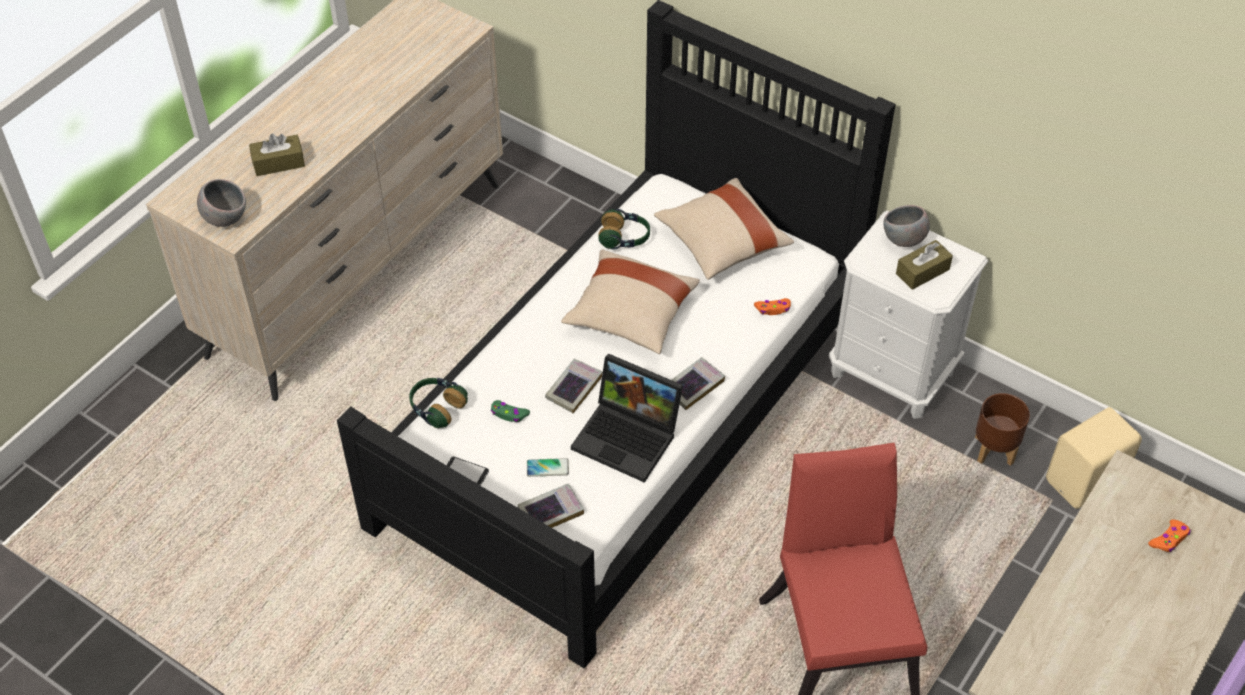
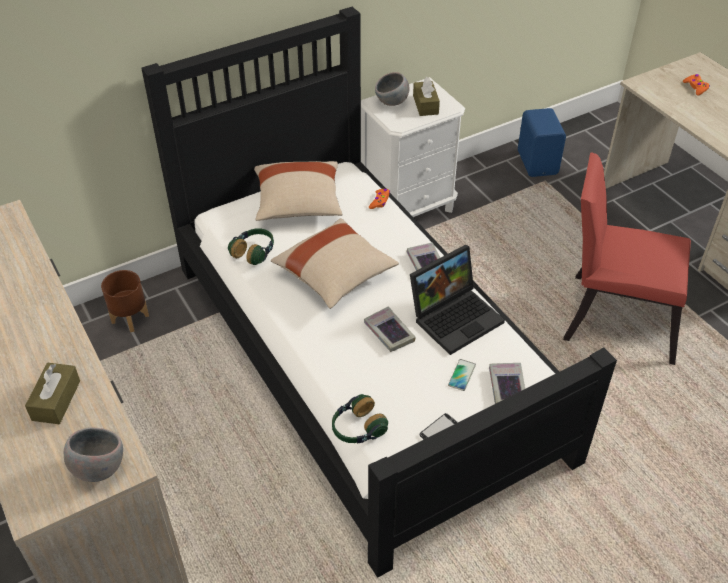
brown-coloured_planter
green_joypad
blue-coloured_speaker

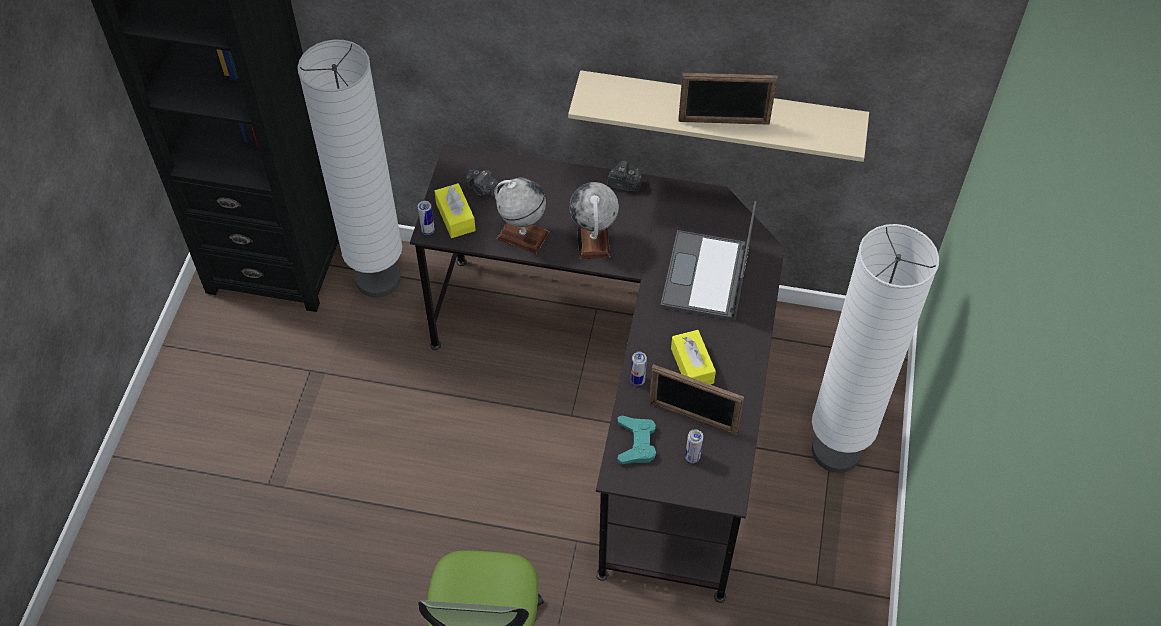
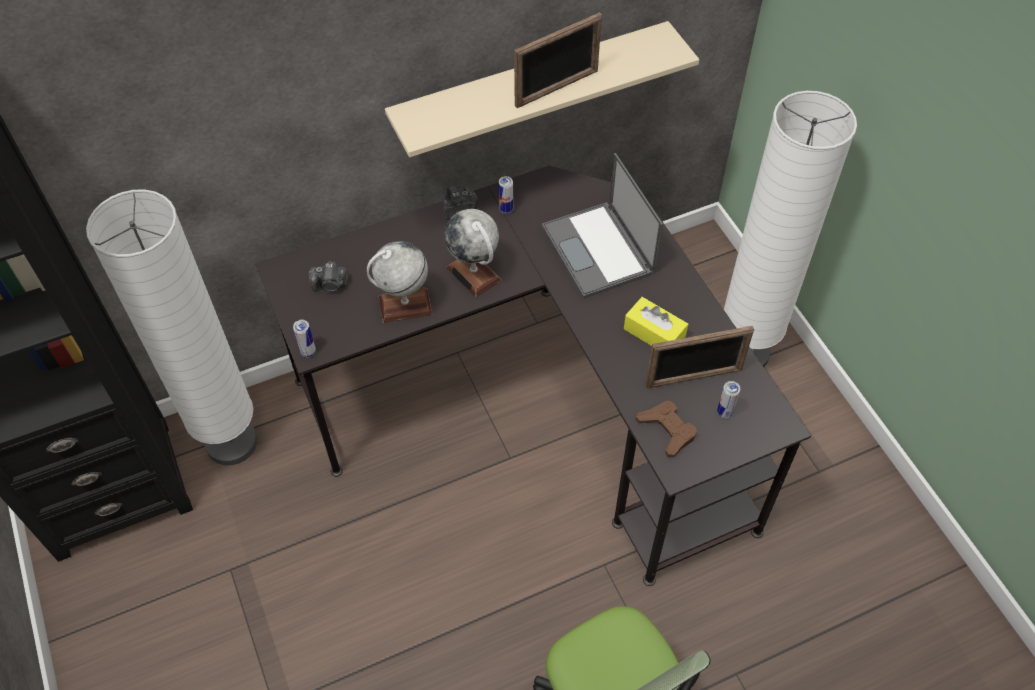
yellow_tissue_box (1st from left in the first image)
metal_can (2nd from left)
brown-coloured_joypad

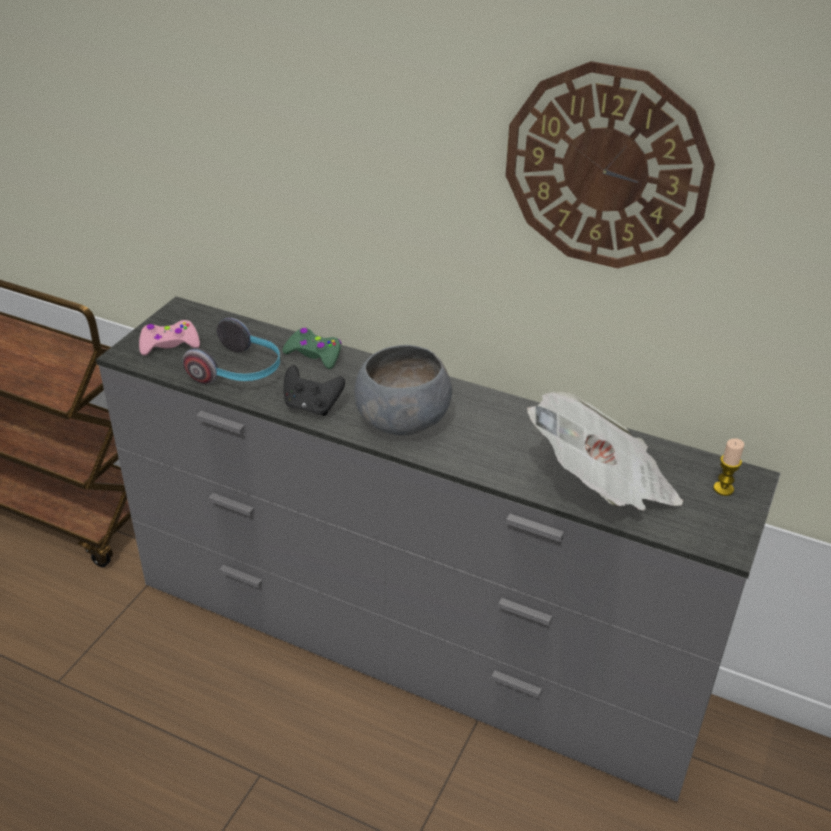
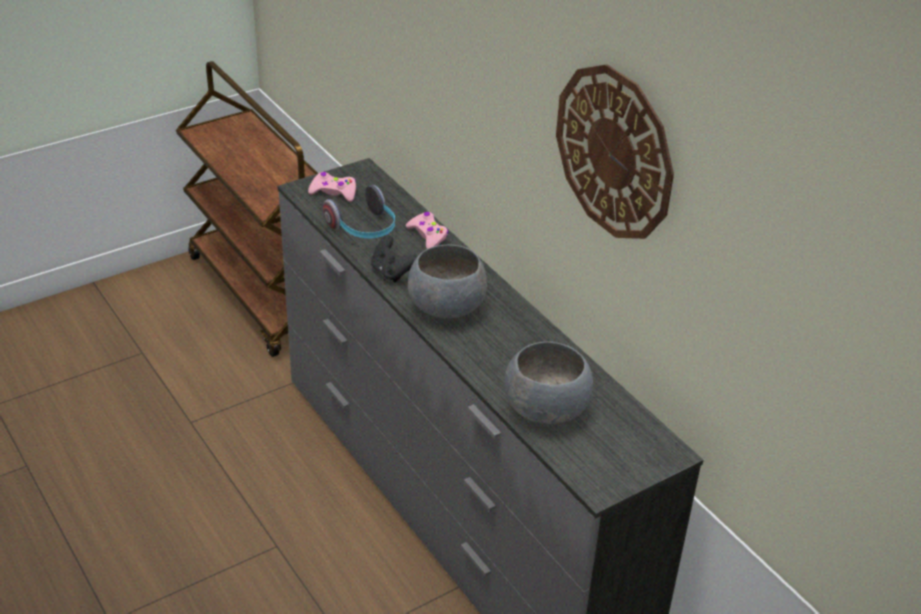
pink-coloured_joypad (2nd from left)
greyish_serving_bowl (2nd from left)
candle

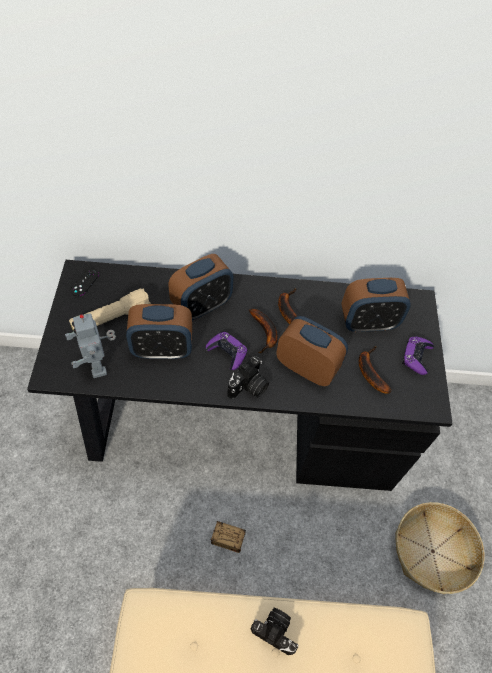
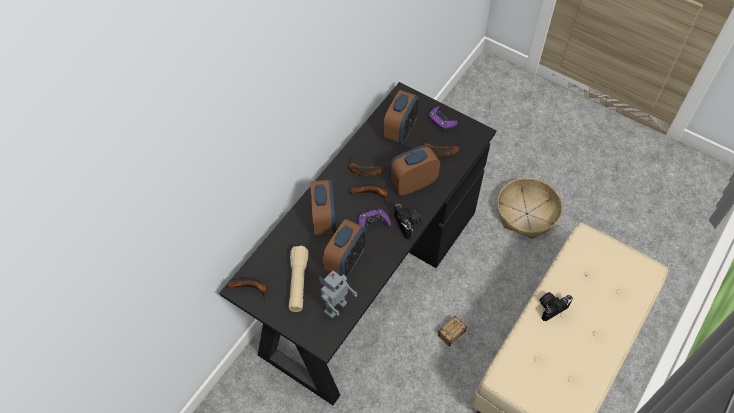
banana_fruit (1st from left)
robot_figure

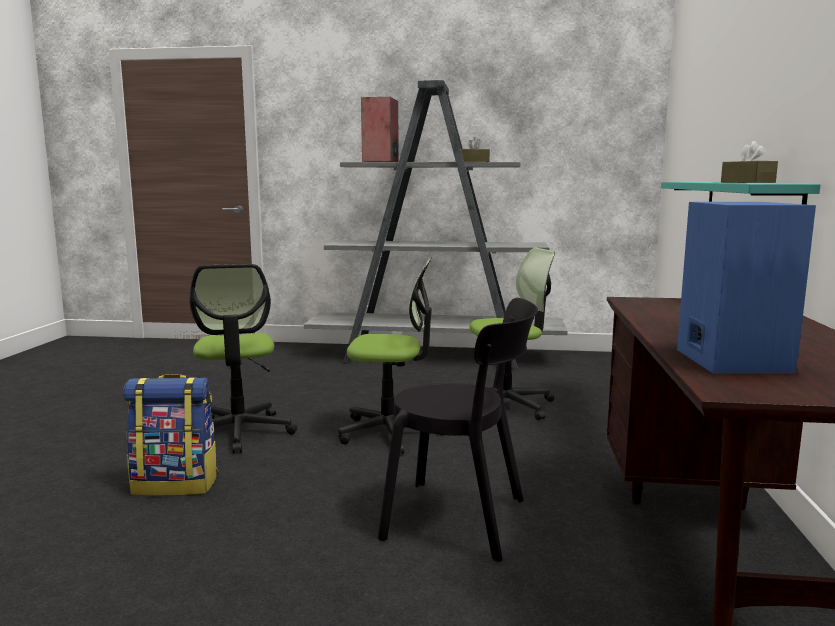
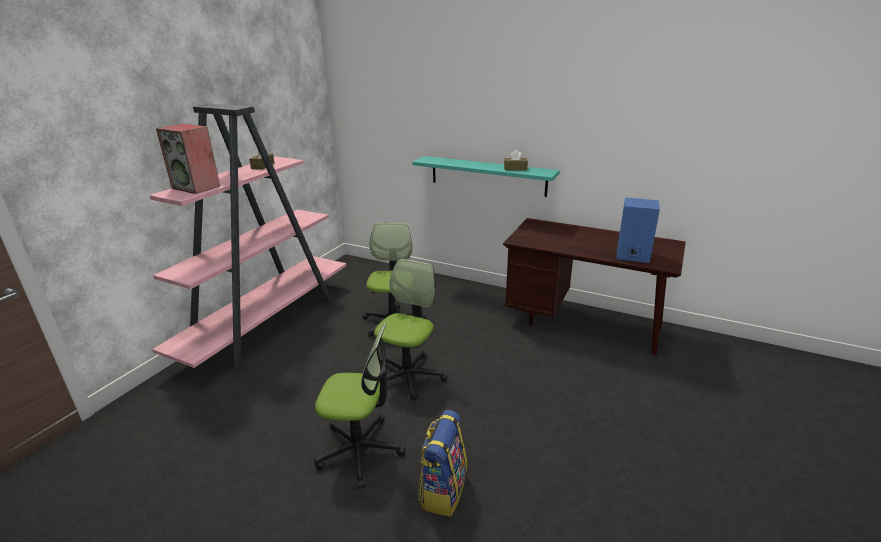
pink-coloured_shelving_unit
blackish_plain_chair

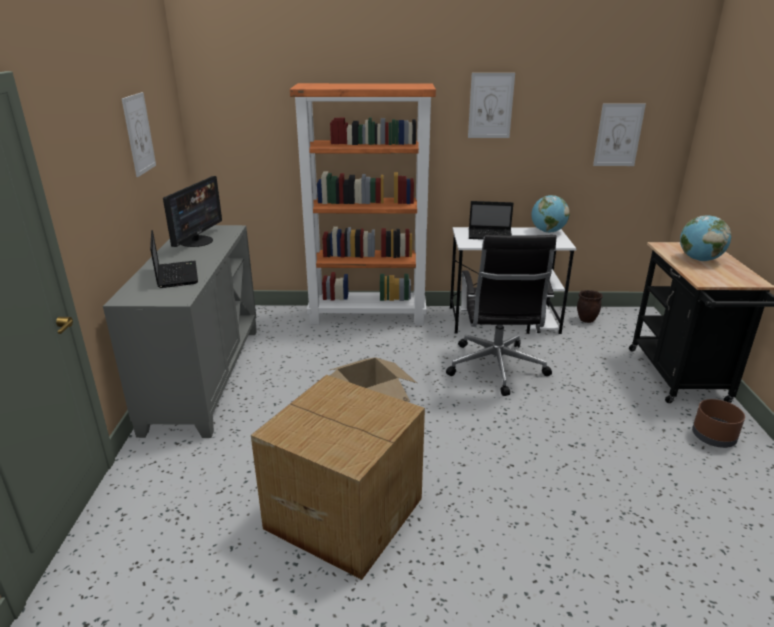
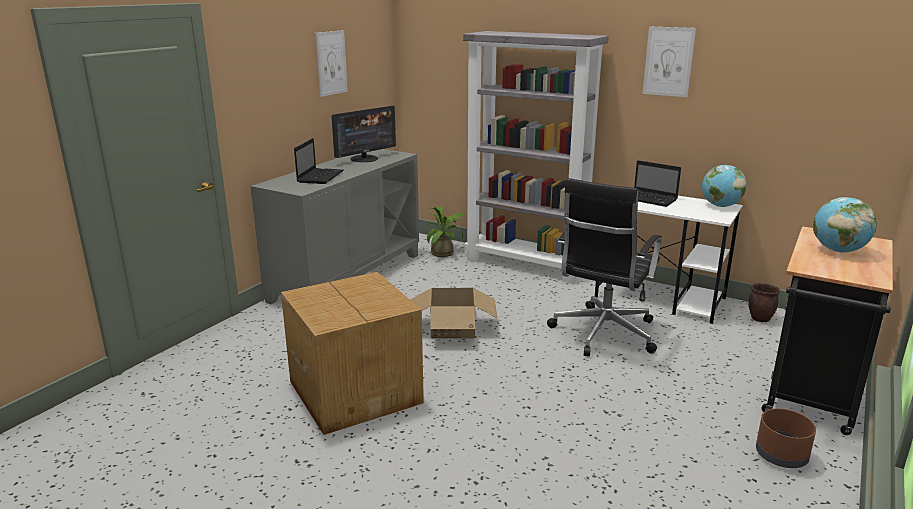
greyish_shelving_unit
wall_picture (3rd from left in the first image)
potted_plant

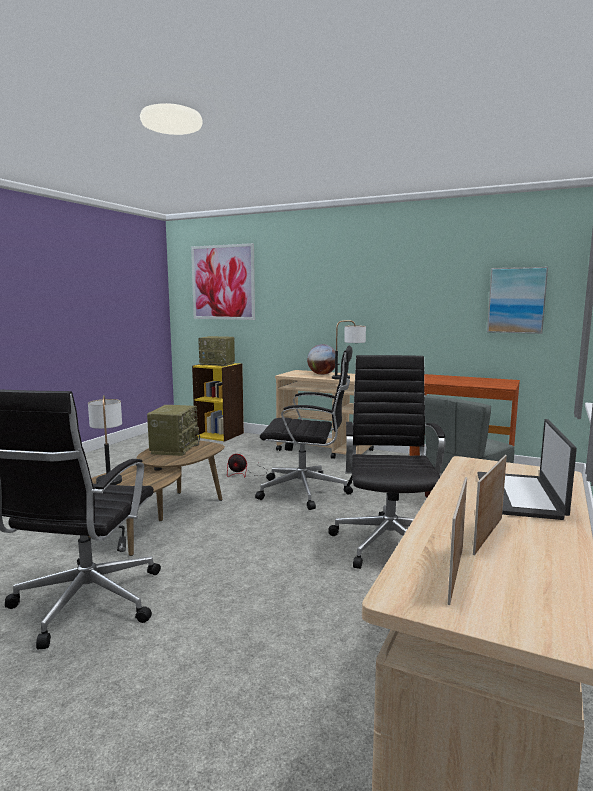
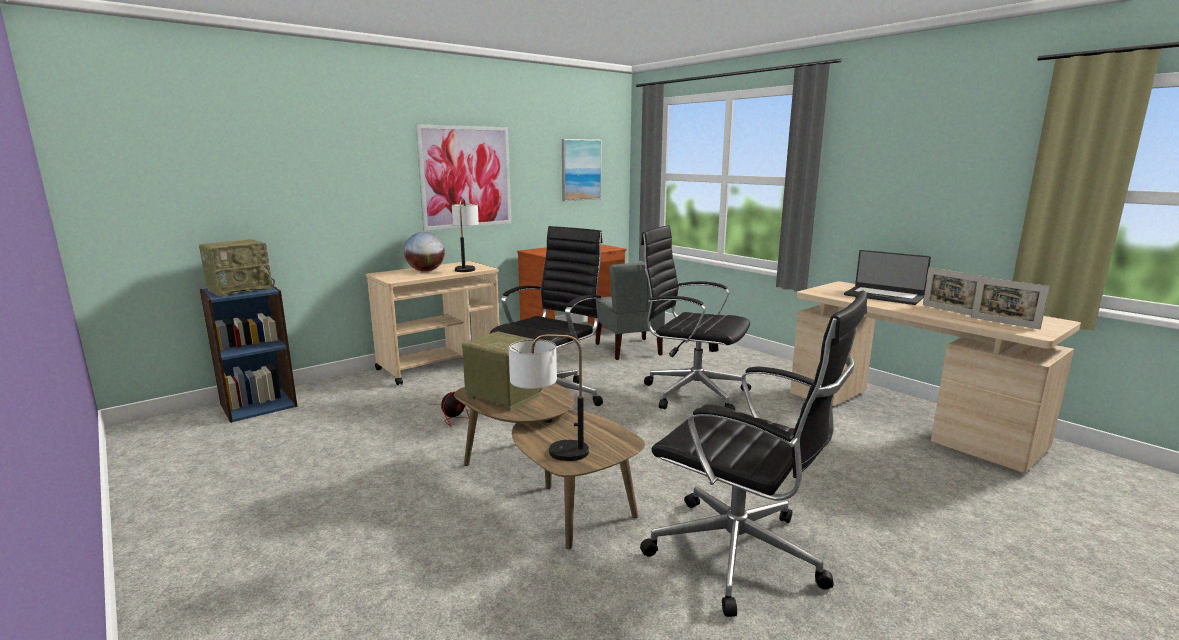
wall_picture (1st from left)
blue-coloured_shelving_unit

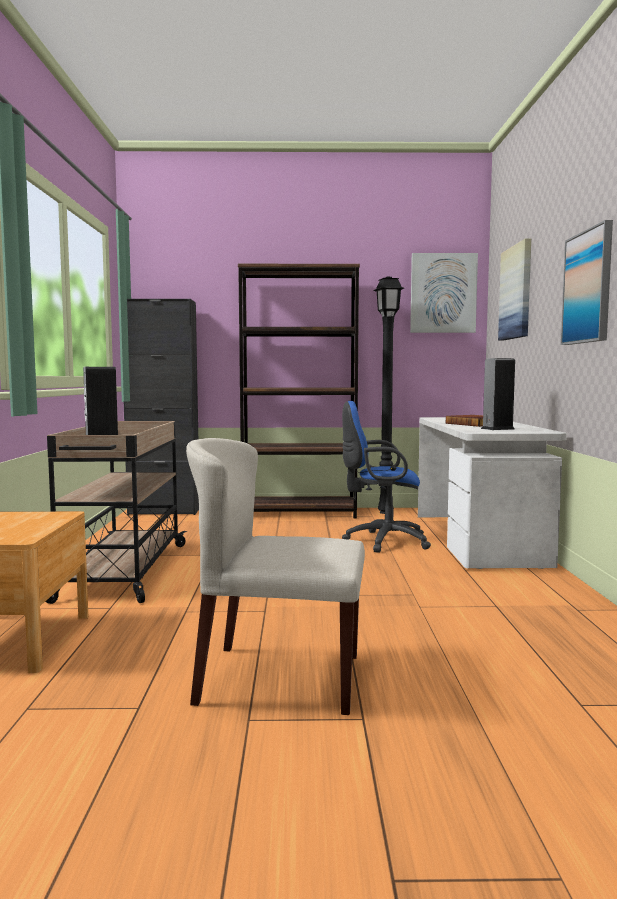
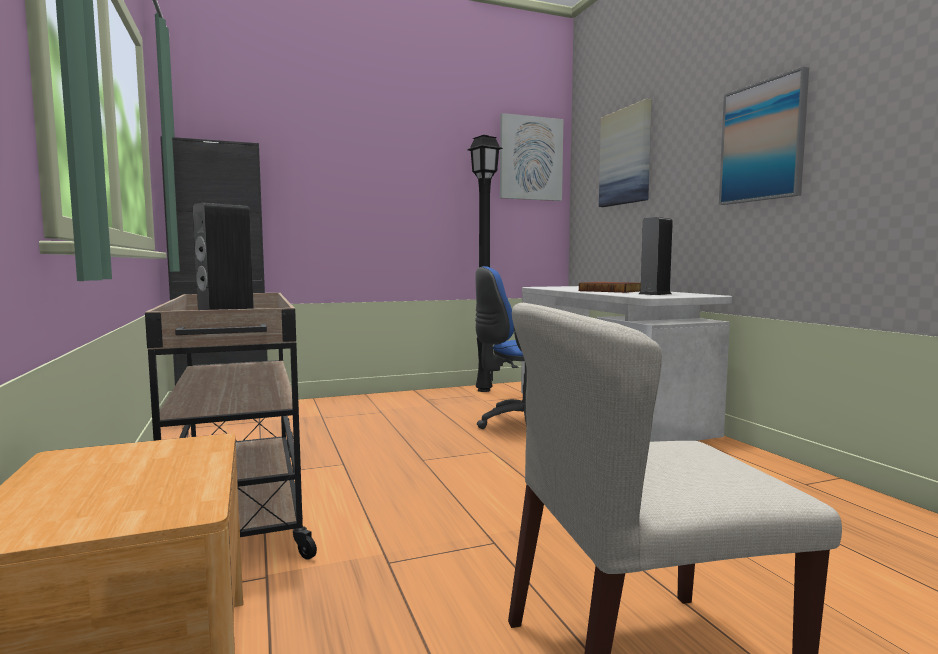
brown-coloured_shelving_unit

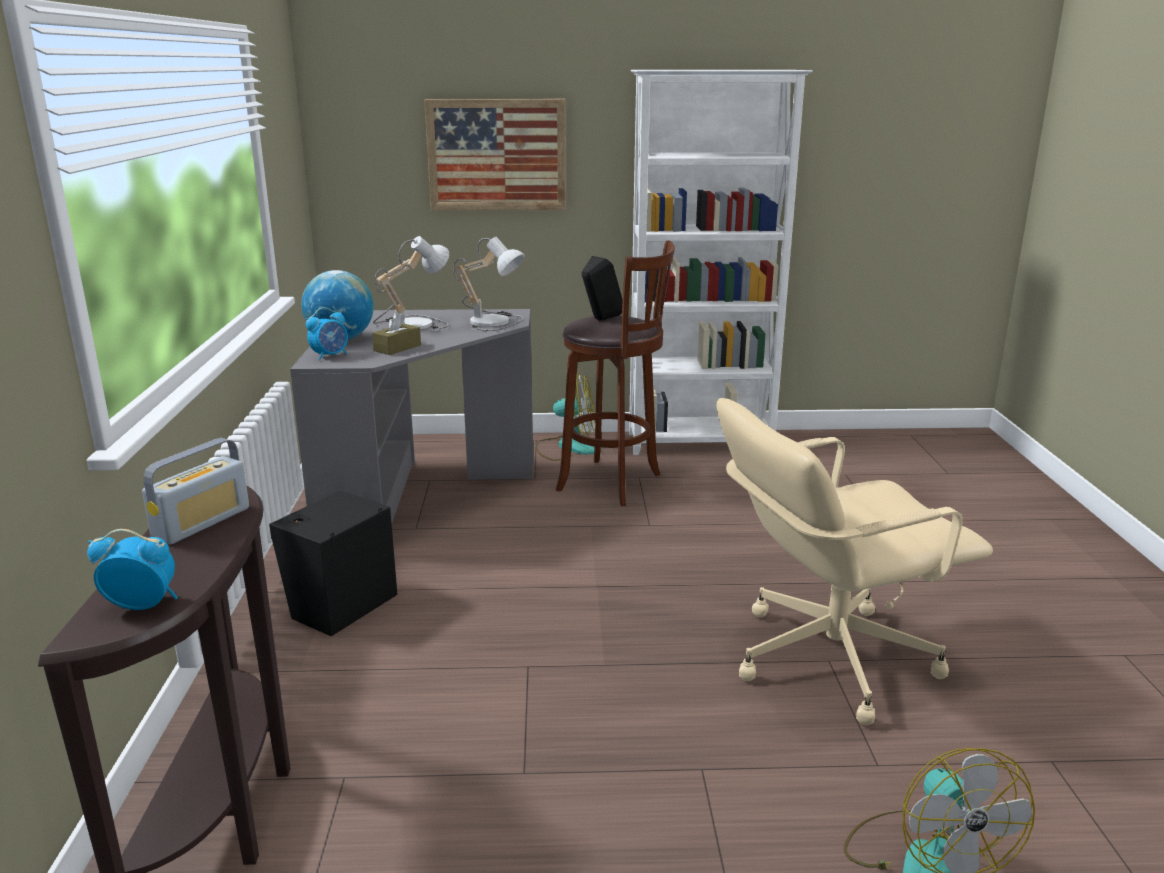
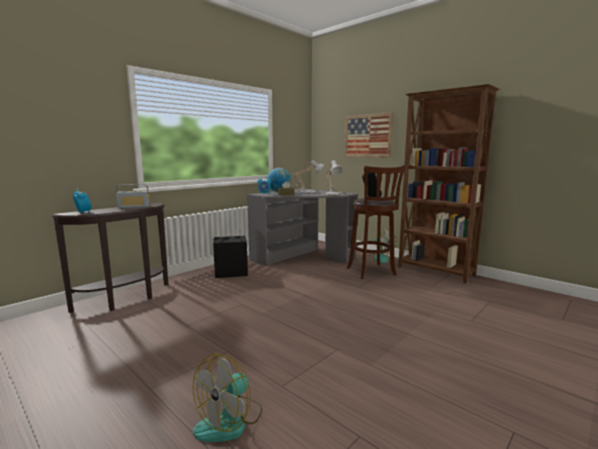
brown-coloured_shelving_unit
sand-coloured_desk_chair

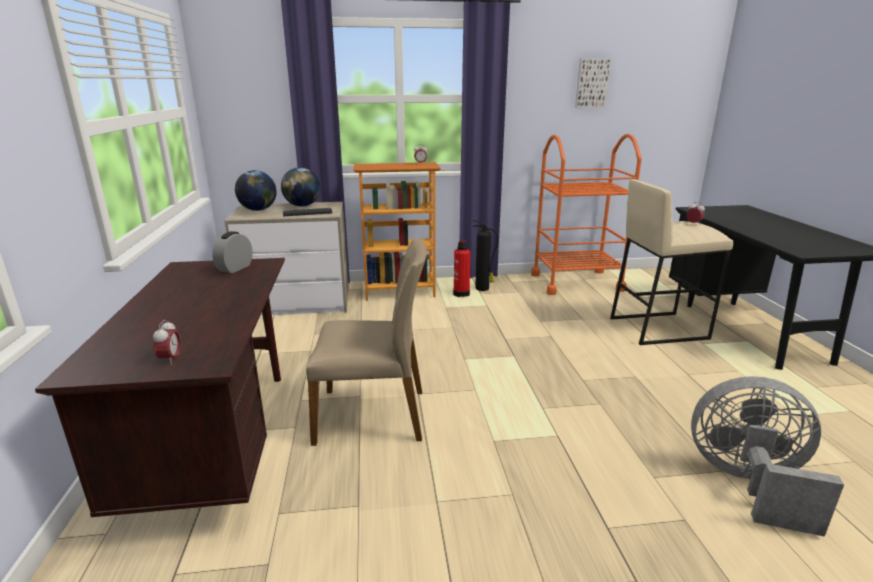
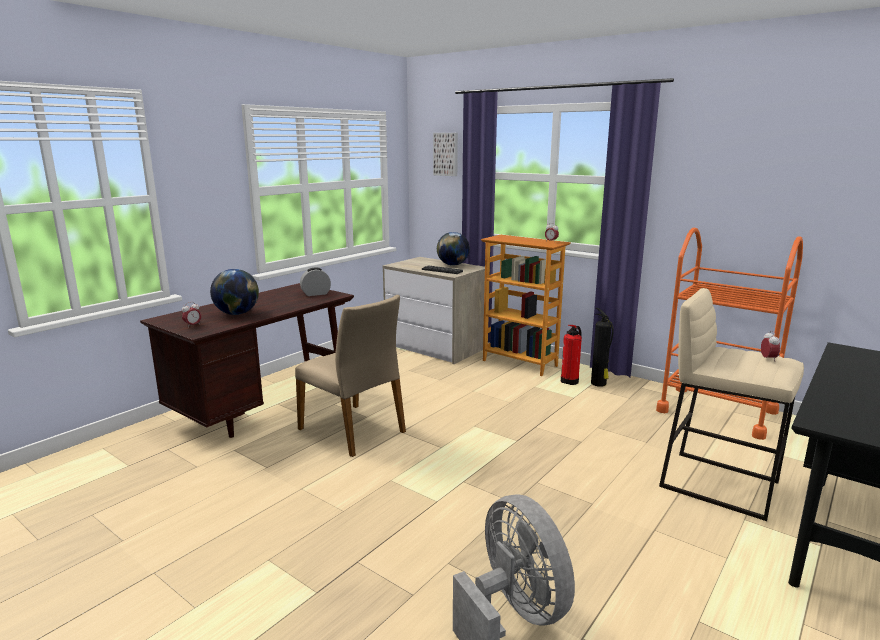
wall_picture
globe (1st from left)

